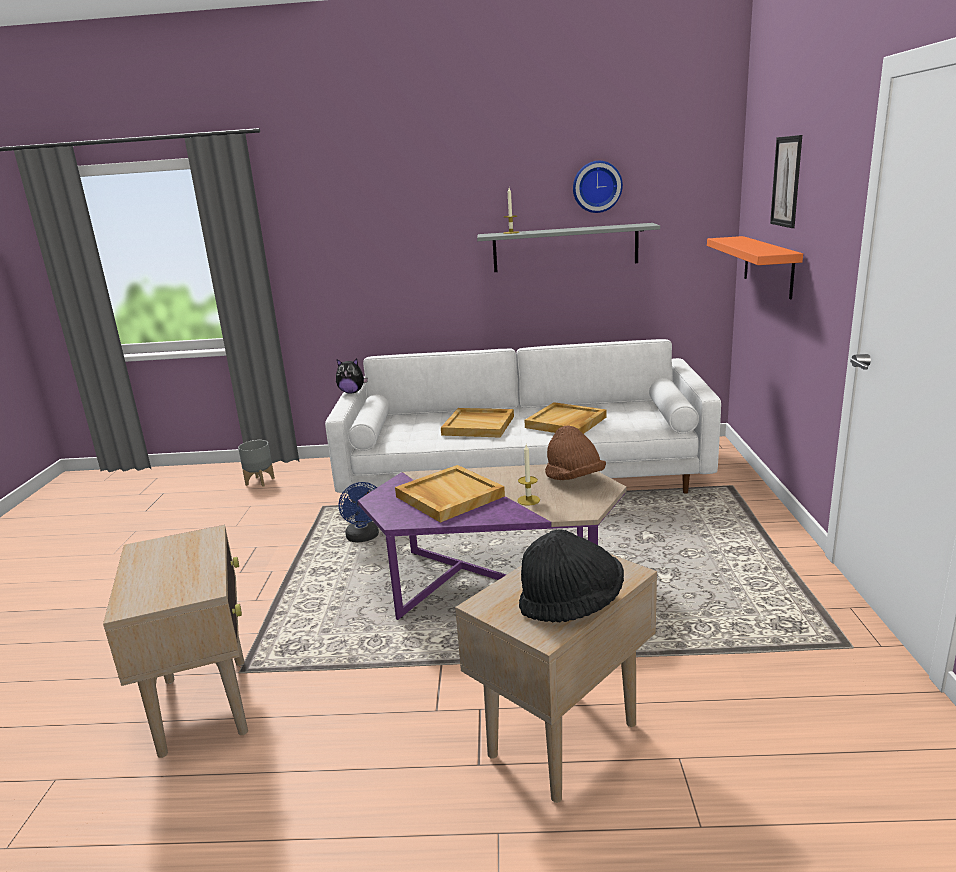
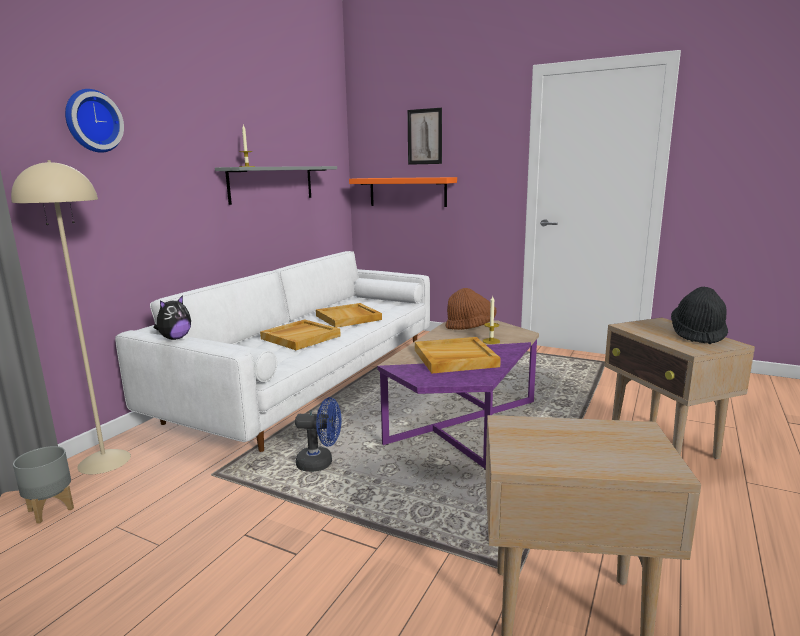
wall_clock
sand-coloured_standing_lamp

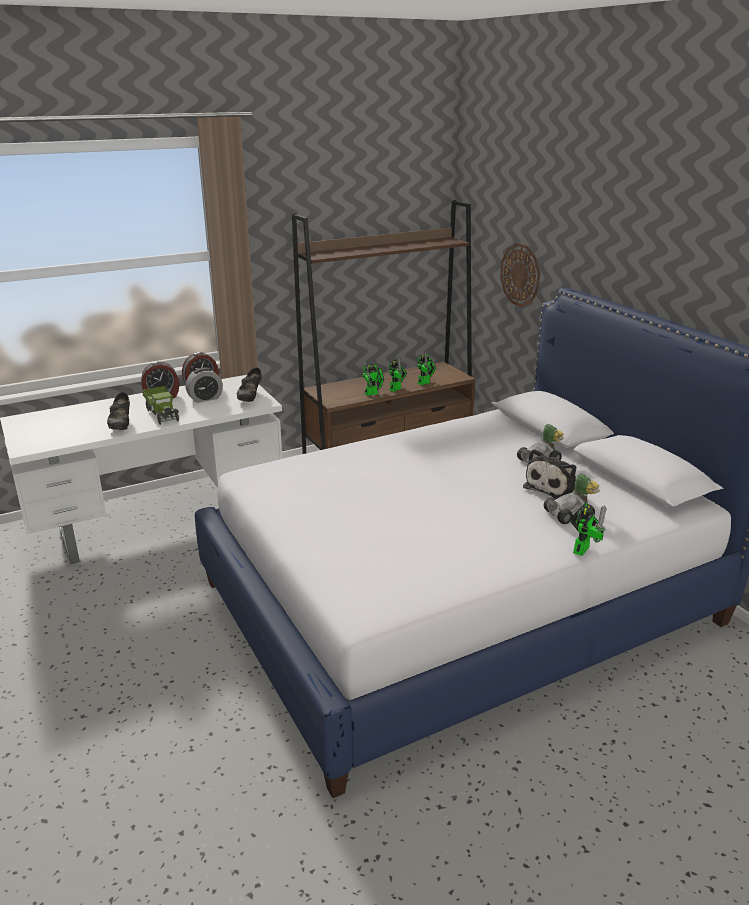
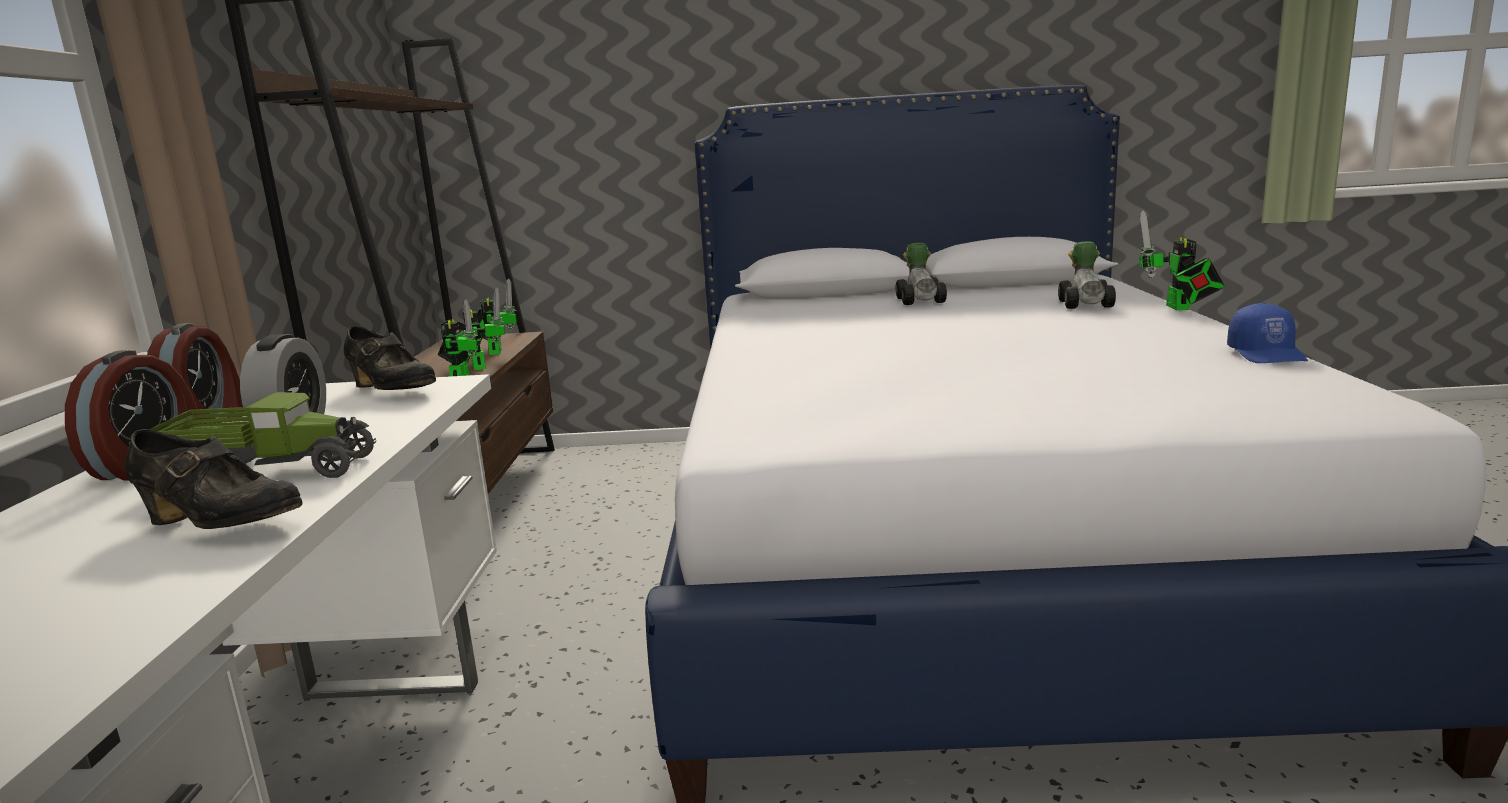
wall_clock
plush_toy
robot_figure (4th from left)
blue-coloured_peaked_cap

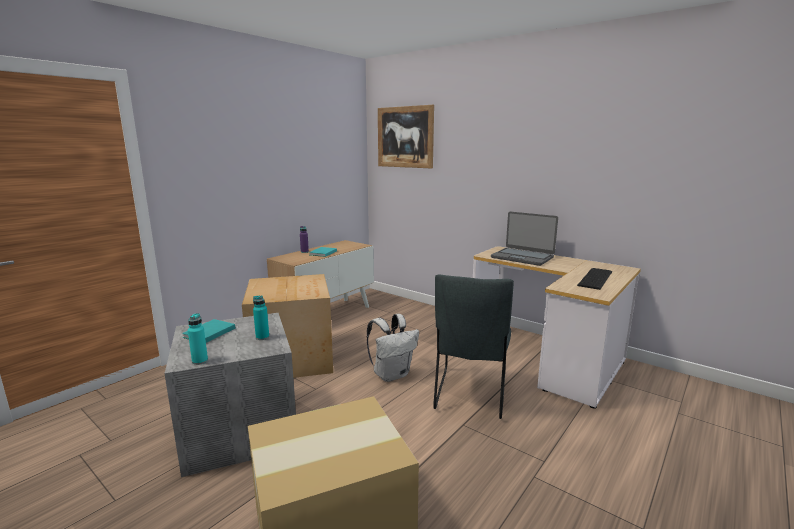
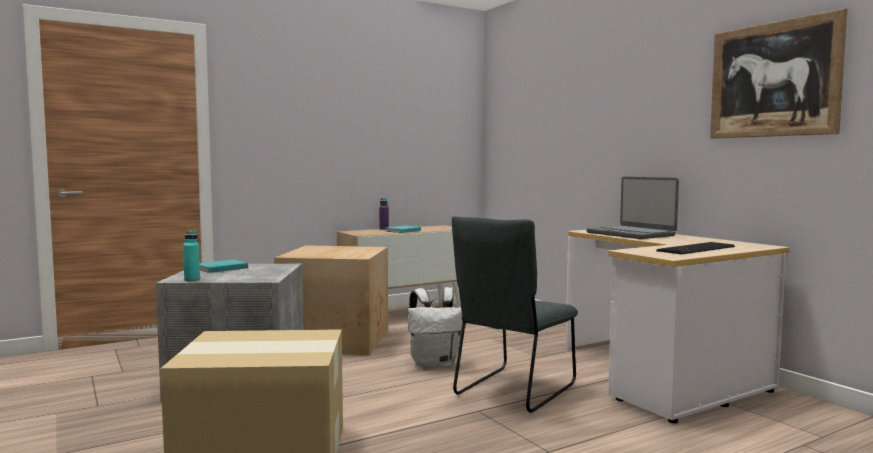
wall_picture
turquoise_beverage_bottle (2nd from left in the first image)

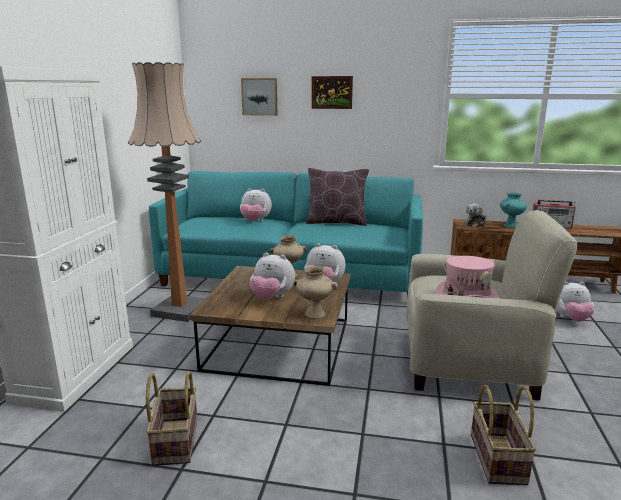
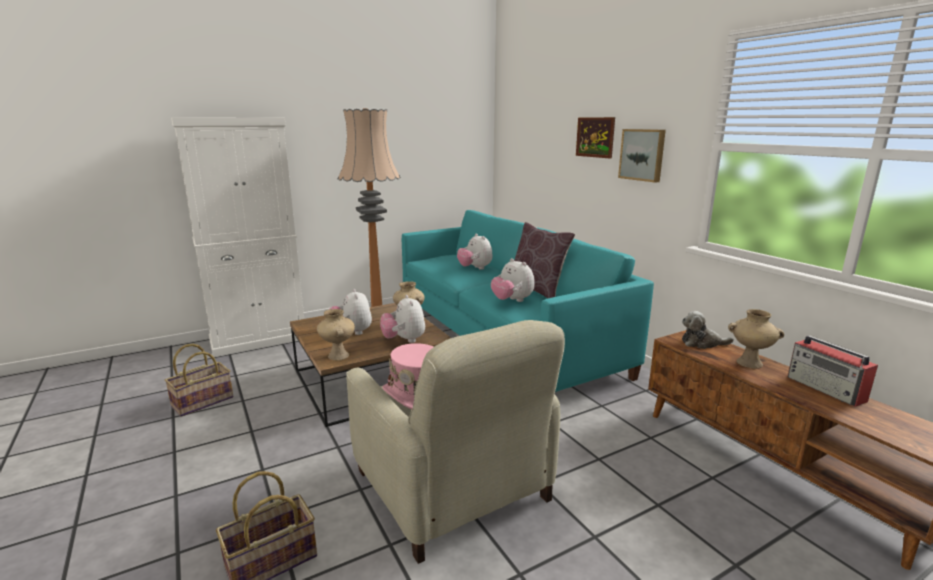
wall_picture (2nd from left)
sand-coloured_decorative_vase (3rd from left)
plush_toy (4th from left)

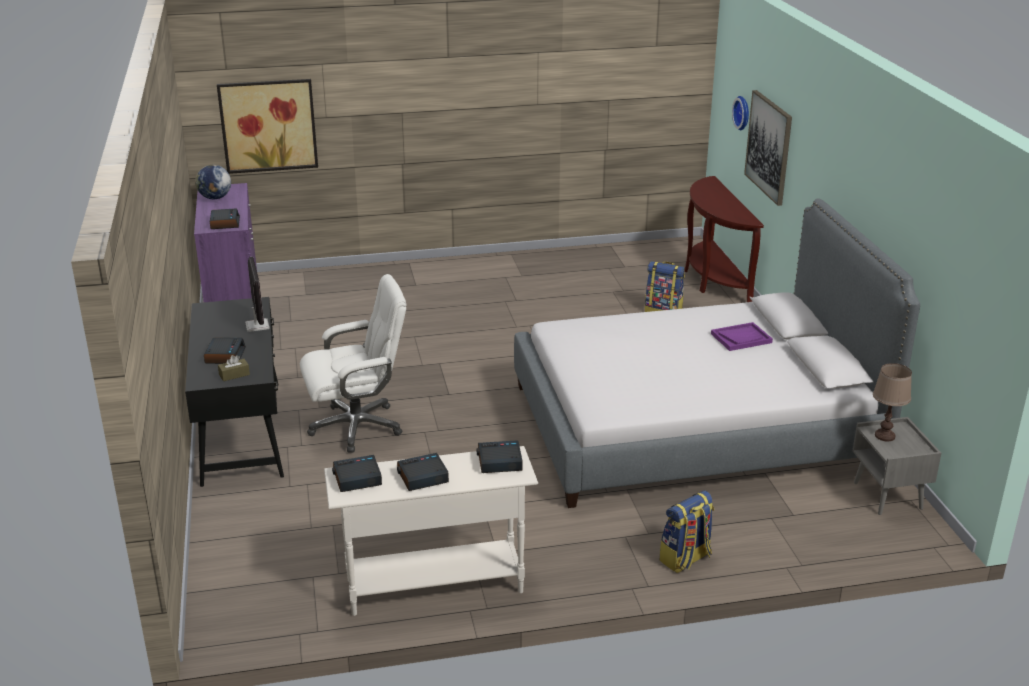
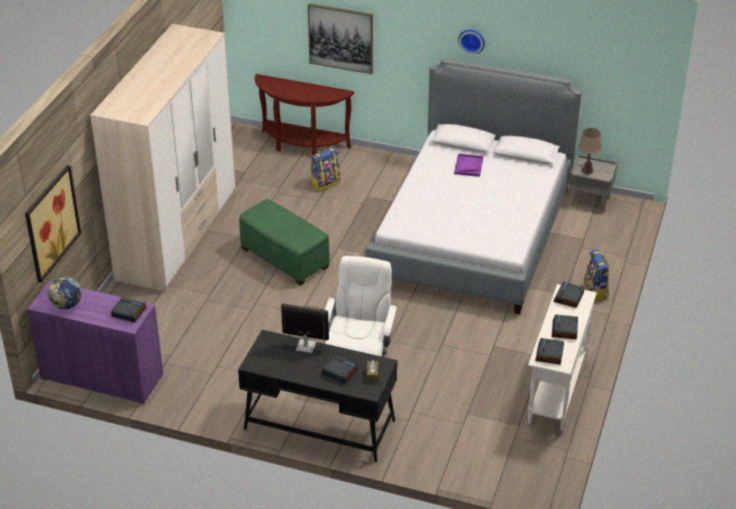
wall_clock
armoire
green_ottoman

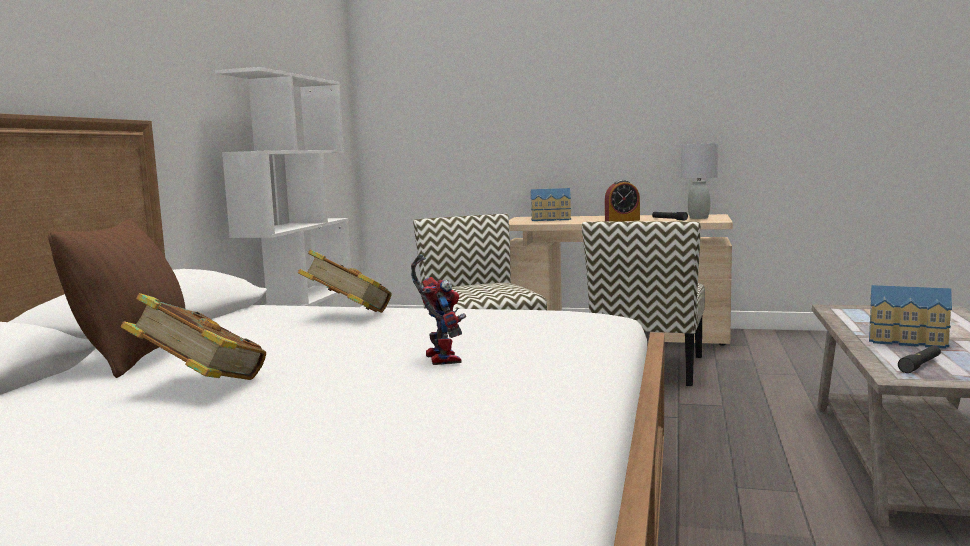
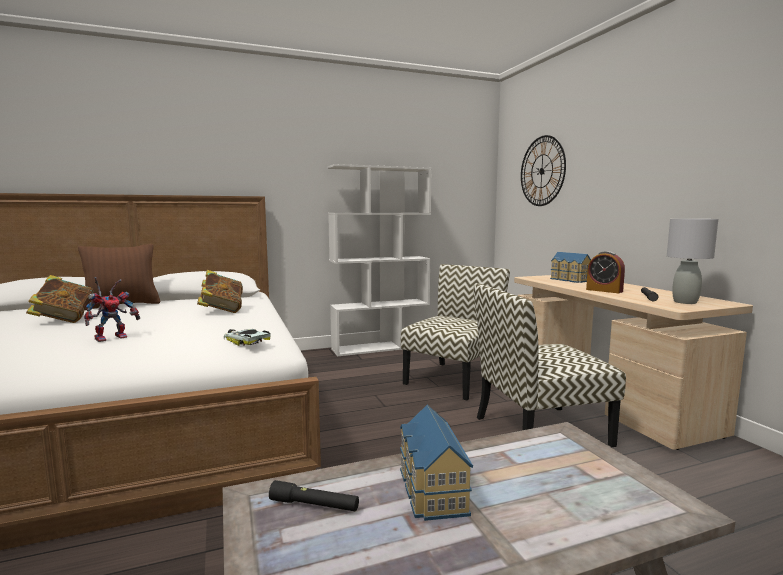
wall_clock
miniature_car

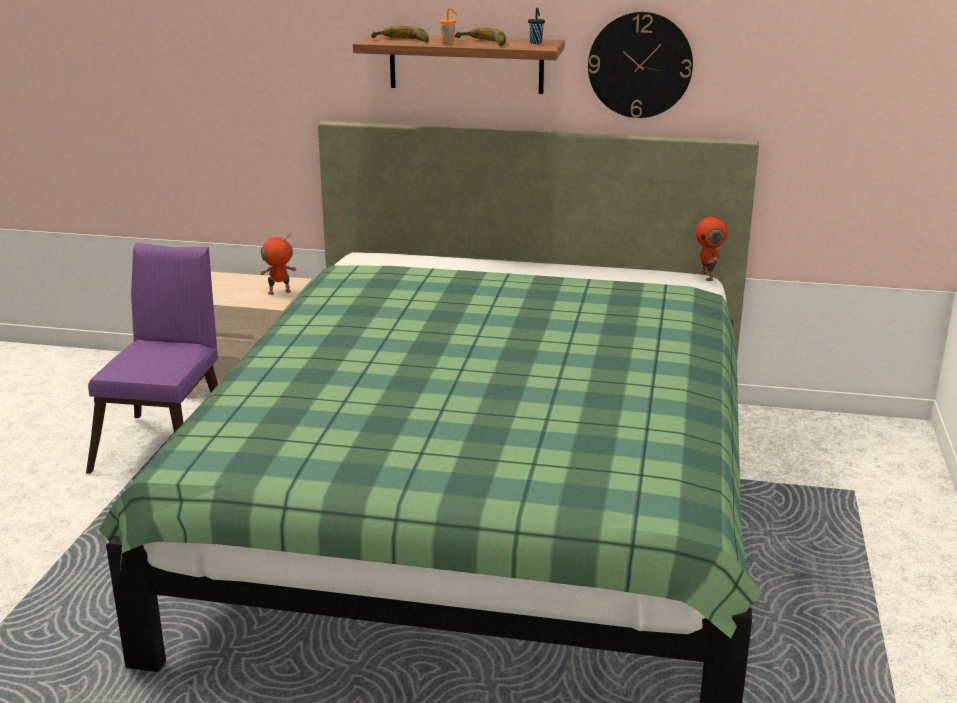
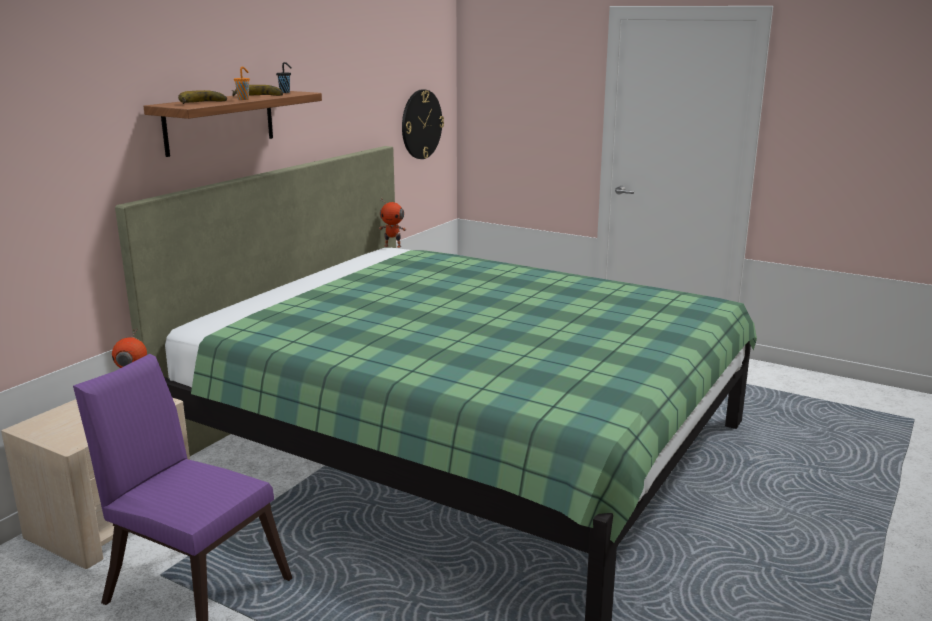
wall_clock

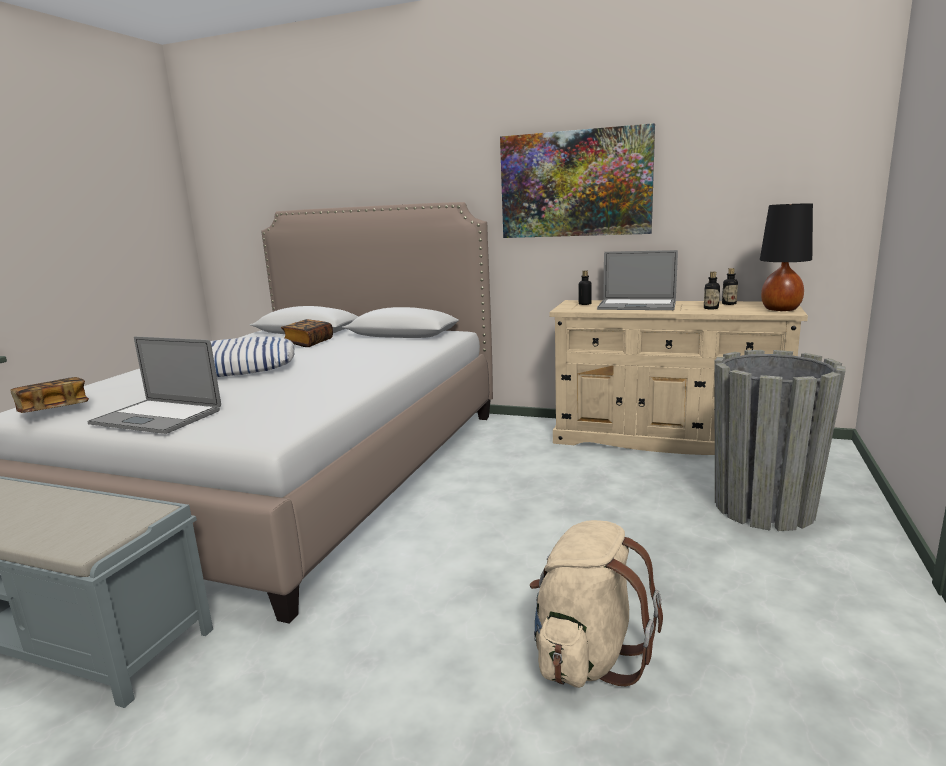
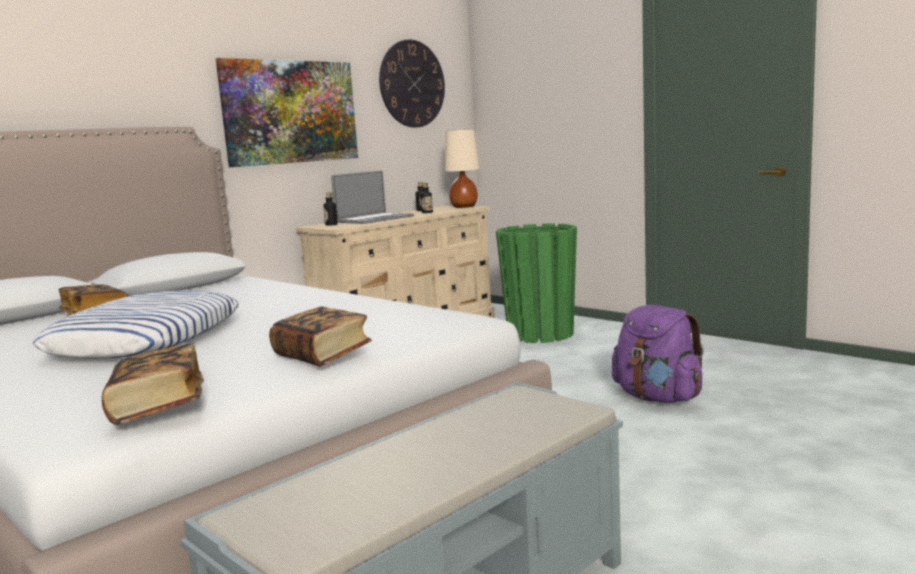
sand-coloured_lamp_for_a_table
volume (3rd from left)
green_planter
purplish_rucksack
wall_clock

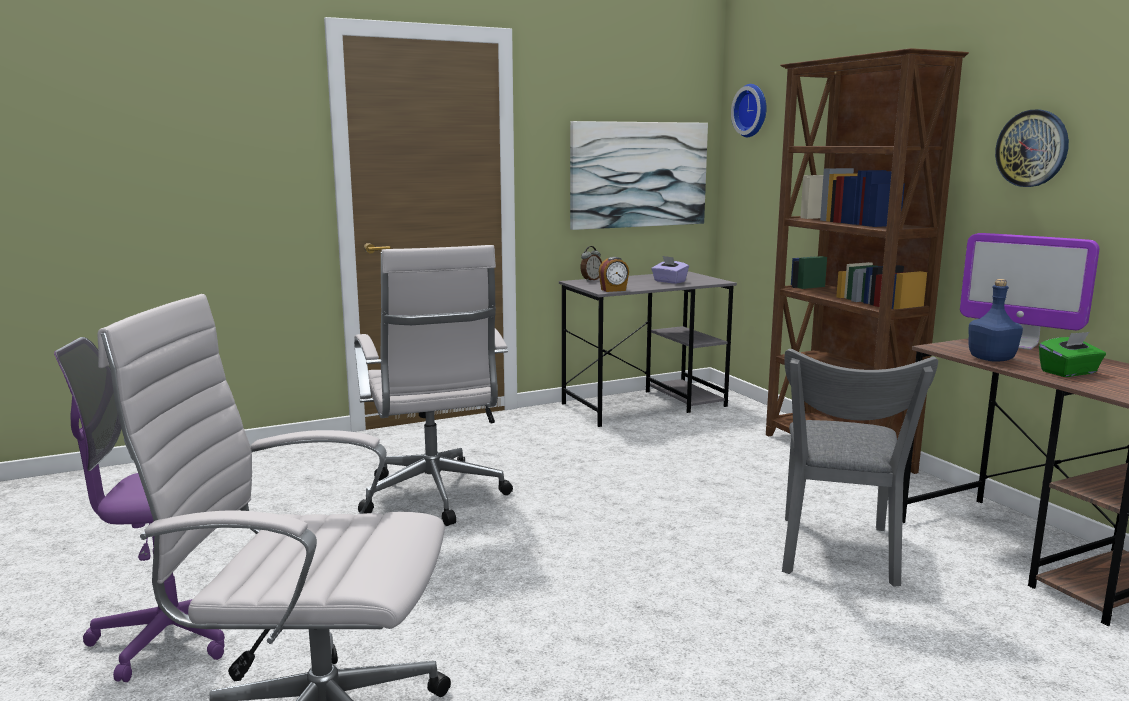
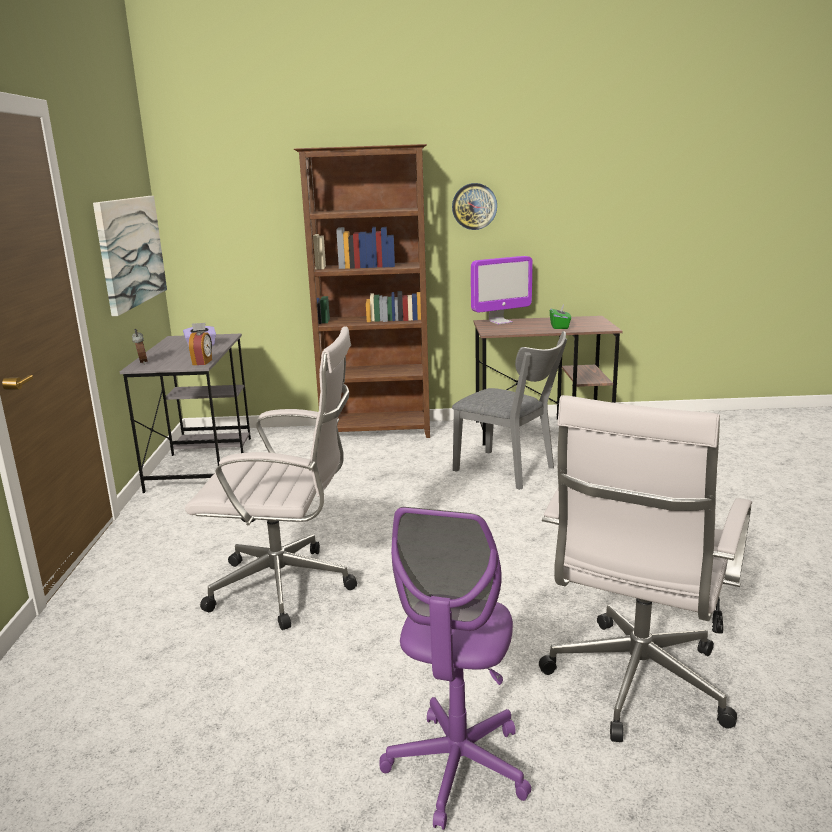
wall_clock (1st from left in the first image)
blue-coloured_beverage_bottle

